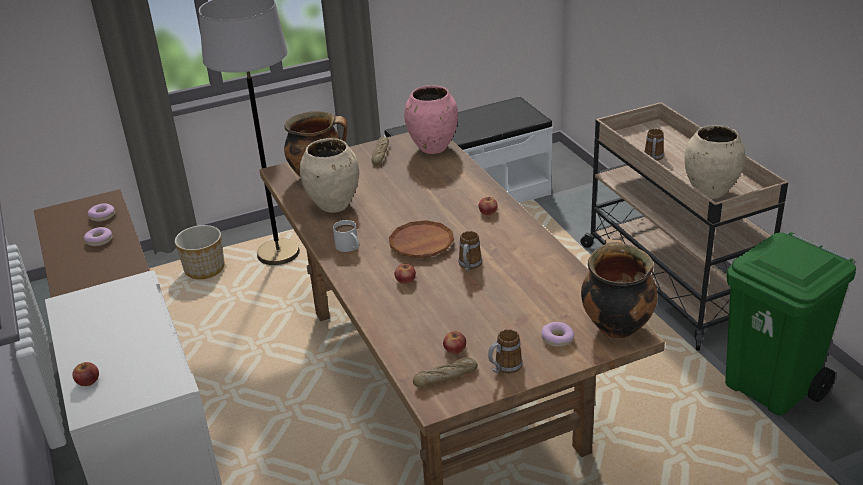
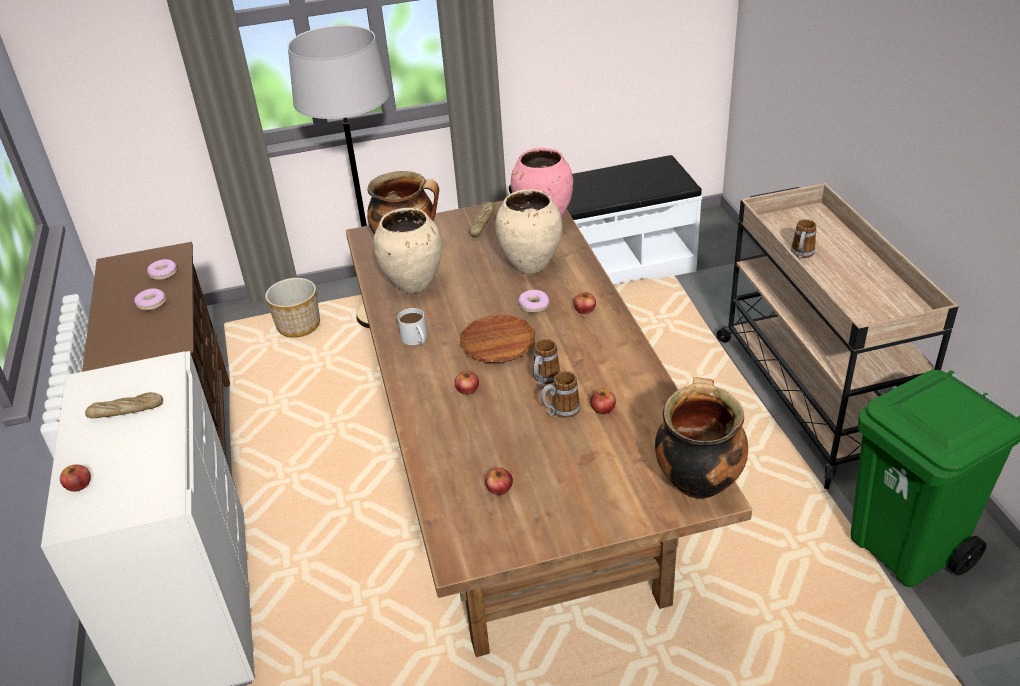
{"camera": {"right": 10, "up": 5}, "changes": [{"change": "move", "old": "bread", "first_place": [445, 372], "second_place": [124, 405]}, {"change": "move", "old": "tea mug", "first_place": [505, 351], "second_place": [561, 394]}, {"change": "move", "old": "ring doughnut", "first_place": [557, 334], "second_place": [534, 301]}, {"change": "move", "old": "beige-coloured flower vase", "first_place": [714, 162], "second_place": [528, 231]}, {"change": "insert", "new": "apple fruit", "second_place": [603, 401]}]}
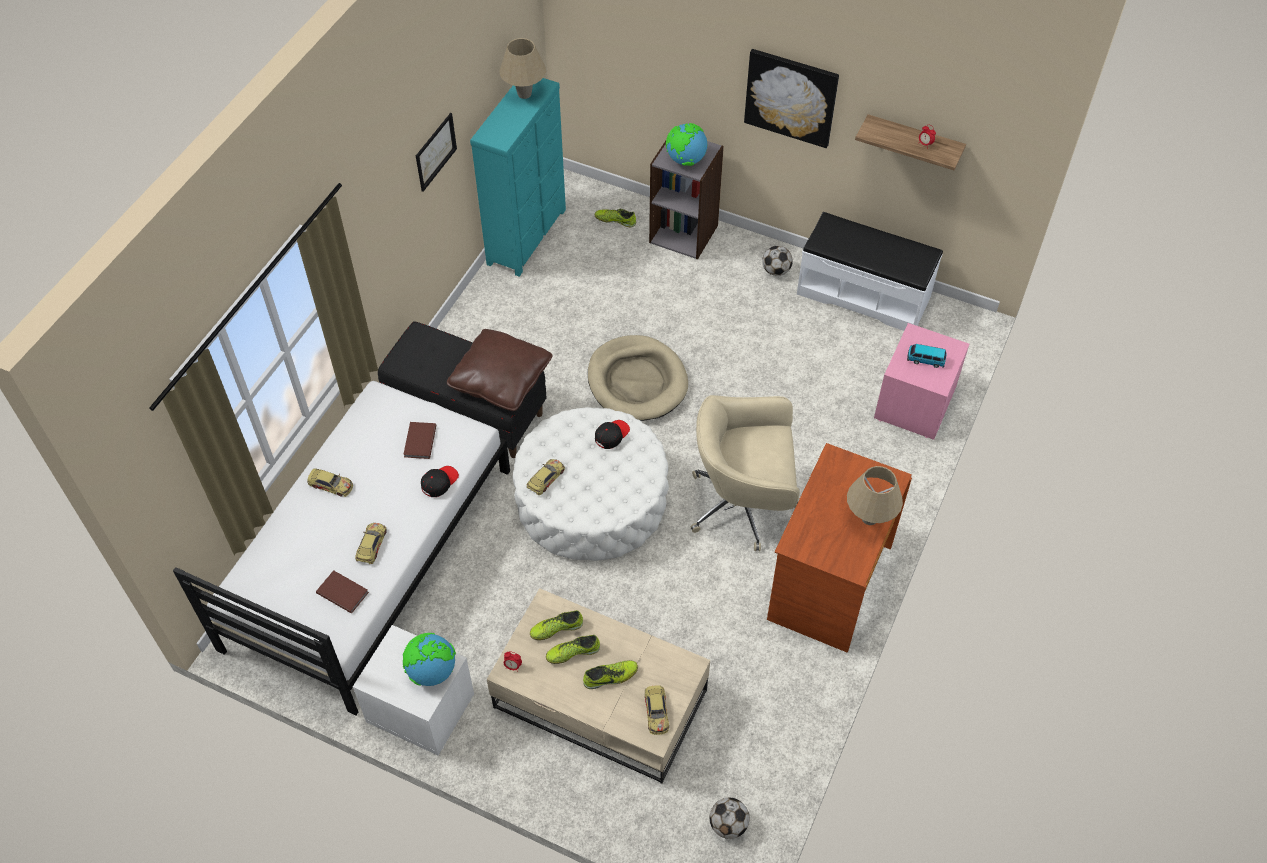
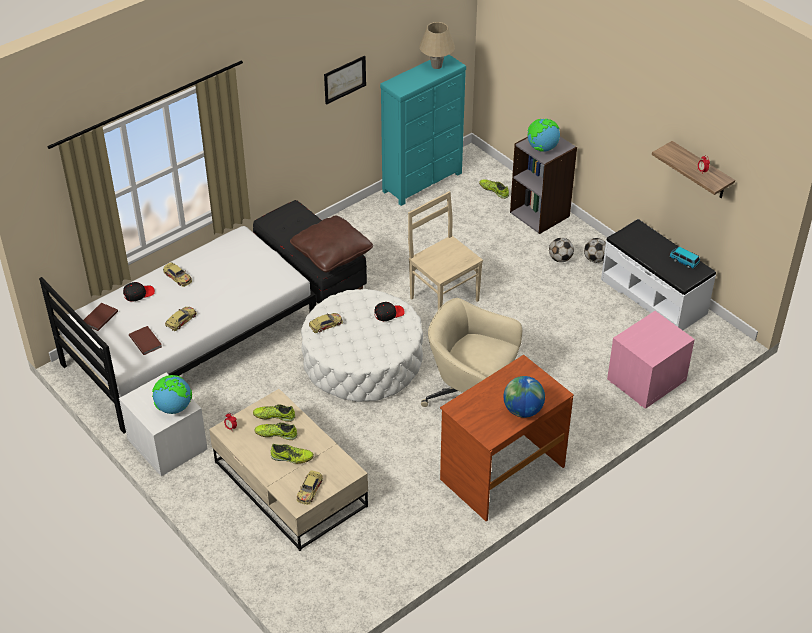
{"camera": {"right": 25, "up": -10}, "changes": [{"change": "move", "old": "brownish book", "first_place": [419, 440], "second_place": [101, 317]}, {"change": "move", "old": "black-coloured peaked cap", "first_place": [440, 481], "second_place": [139, 292]}, {"change": "replace", "old": "beige-coloured pet bed", "new": "beige-coloured upright chair", "first_place": [638, 378], "second_place": [445, 250]}, {"change": "move", "old": "ball for football", "first_place": [729, 818], "second_place": [561, 250]}, {"change": "delete", "old": "wall picture", "first_place": [791, 98]}, {"change": "replace", "old": "beige-coloured lamp for a table", "new": "globe", "first_place": [875, 495], "second_place": [524, 397]}, {"change": "move", "old": "miniature car", "first_place": [926, 356], "second_place": [684, 258]}]}
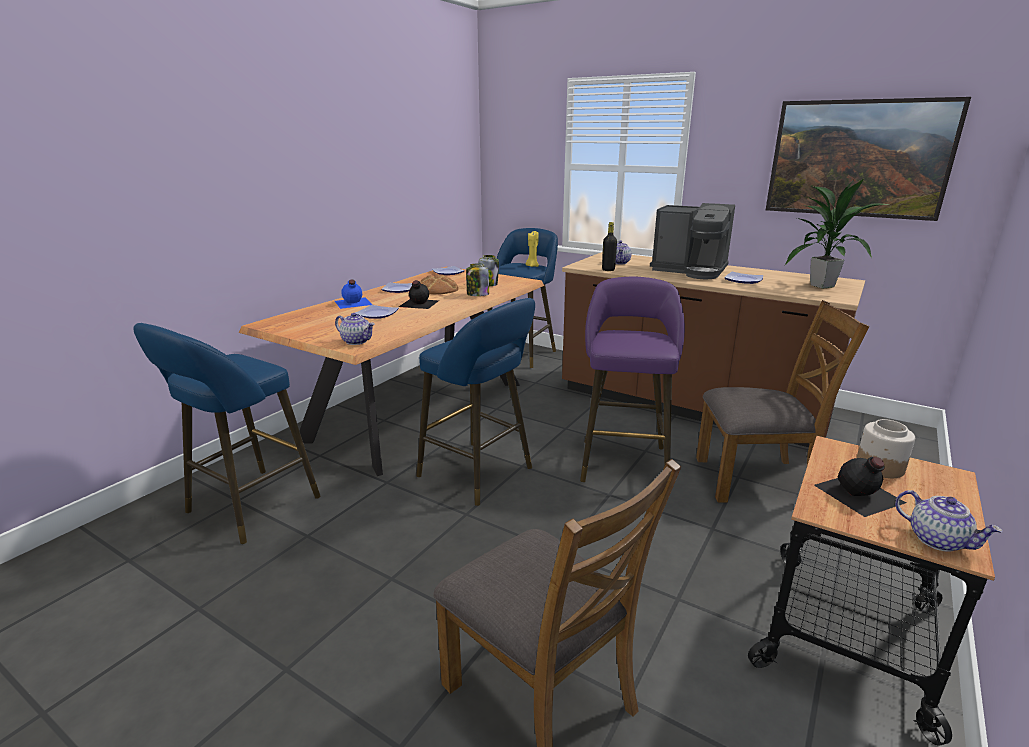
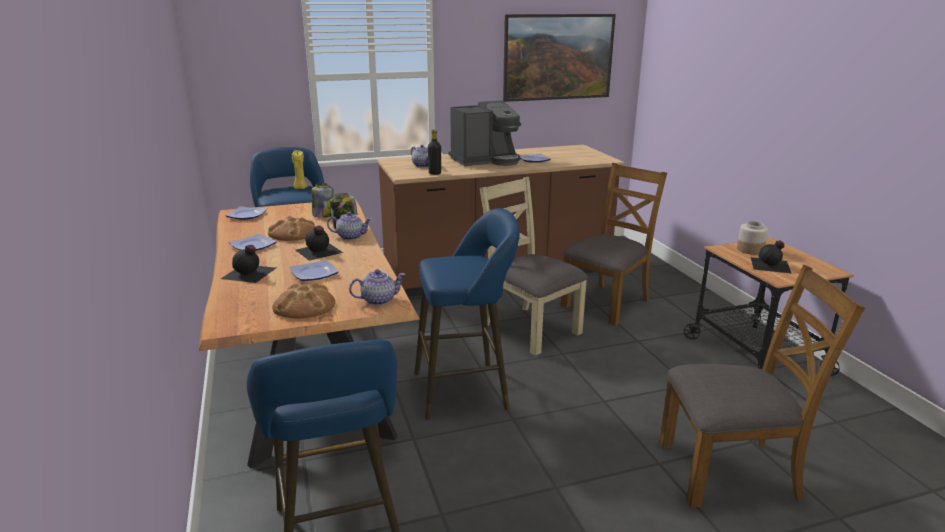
{"camera": {"right": -50, "up": 0}, "changes": [{"change": "recolor", "old": "blue-coloured beverage bottle", "new": "black-coloured beverage bottle", "first_place": [353, 294], "second_place": [248, 264]}, {"change": "replace", "old": "purplish stool", "new": "beige-coloured upright chair", "first_place": [632, 379], "second_place": [533, 266]}, {"change": "delete", "old": "houseplant", "first_place": [837, 233]}, {"change": "move", "old": "tea pot", "first_place": [949, 521], "second_place": [349, 226]}, {"change": "insert", "new": "bread", "second_place": [303, 301]}]}
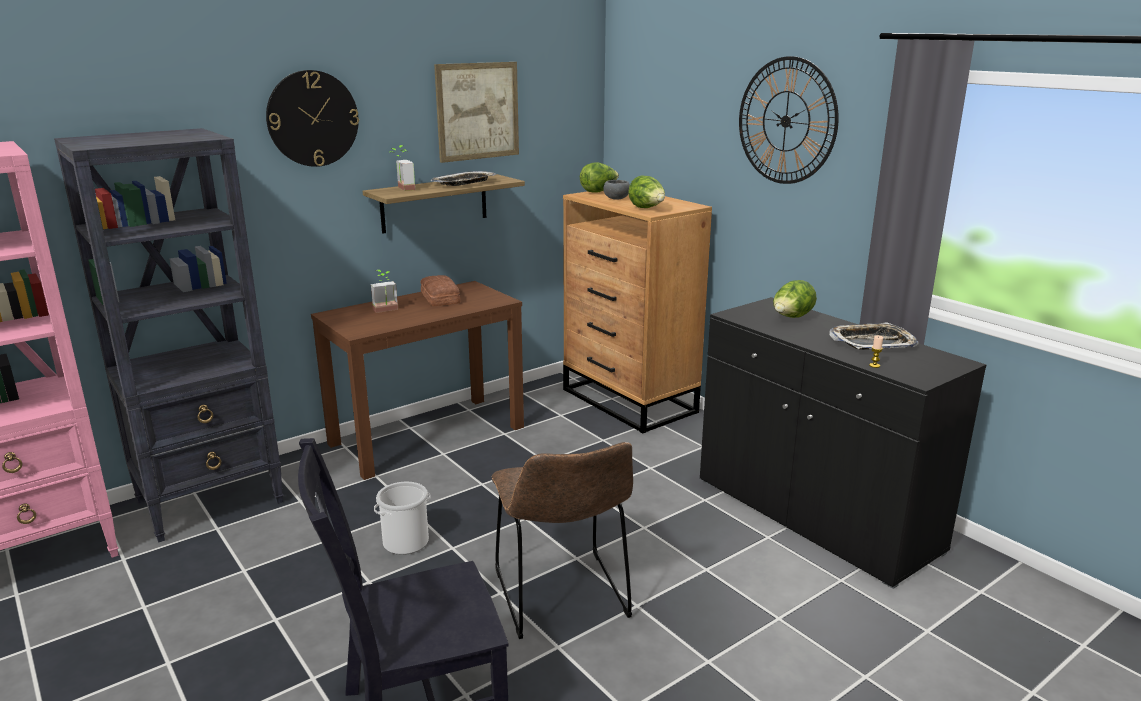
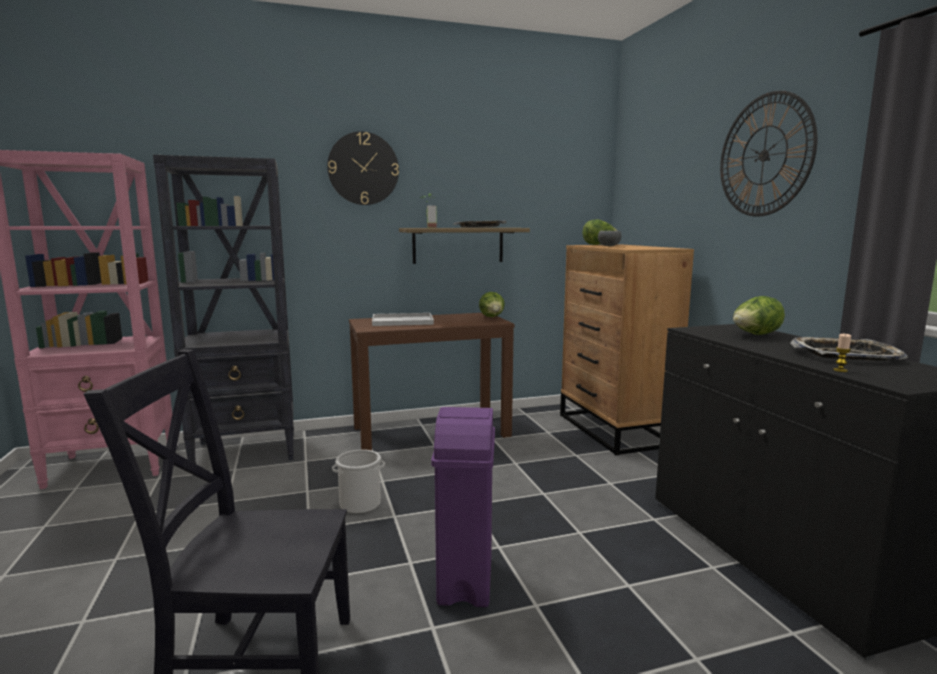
{"camera": {"right": 20, "up": -10}, "changes": [{"change": "replace", "old": "houseplant", "new": "white carrying tray", "first_place": [384, 291], "second_place": [403, 319]}, {"change": "delete", "old": "bread", "first_place": [440, 290]}, {"change": "delete", "old": "wall picture", "first_place": [476, 112]}, {"change": "replace", "old": "brownish upright chair", "new": "purplish trash can", "first_place": [562, 540], "second_place": [463, 507]}, {"change": "move", "old": "head of lettuce", "first_place": [646, 192], "second_place": [492, 304]}]}
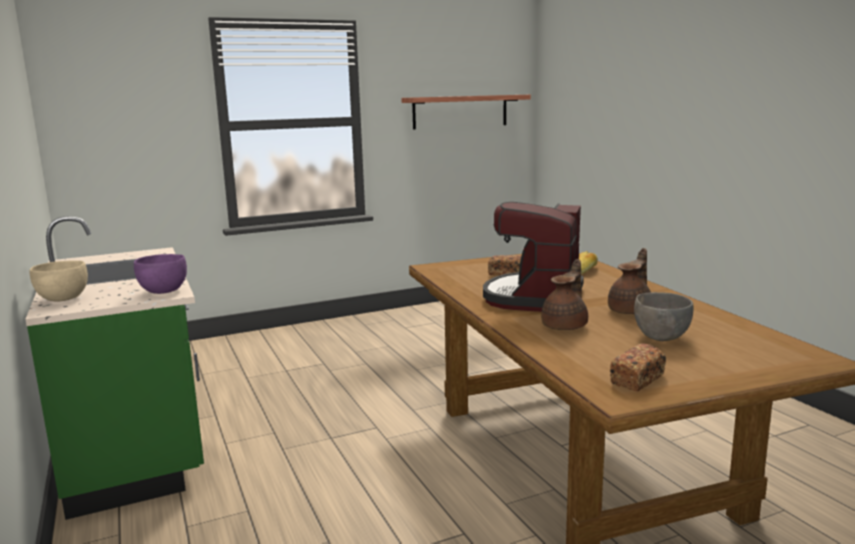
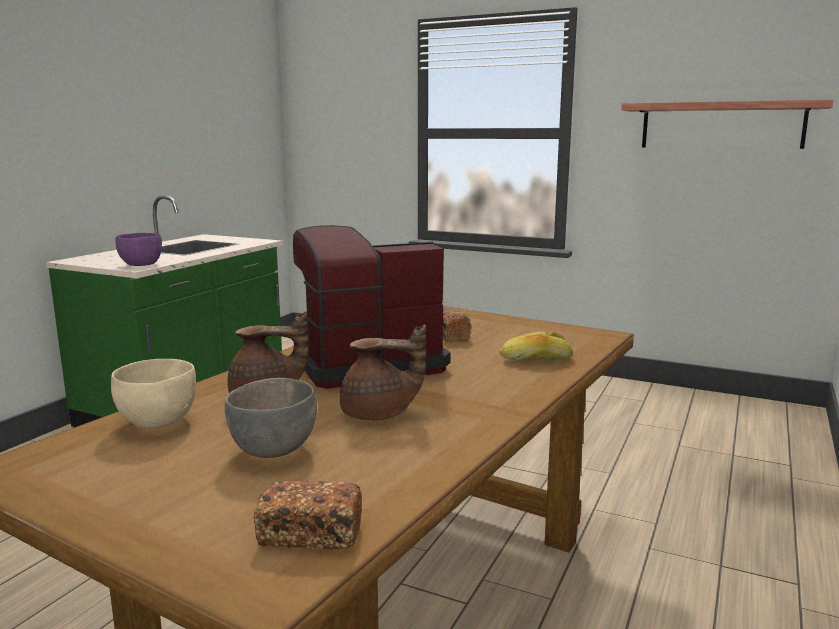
{"camera": {"right": 50, "up": 0}, "changes": [{"change": "move", "old": "beige-coloured deep dish", "first_place": [59, 281], "second_place": [153, 394]}, {"change": "move", "old": "bread", "first_place": [638, 367], "second_place": [308, 515]}]}
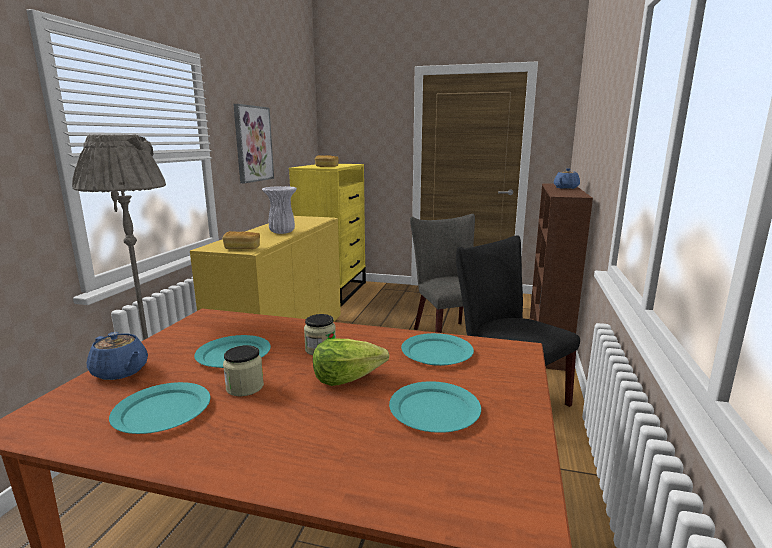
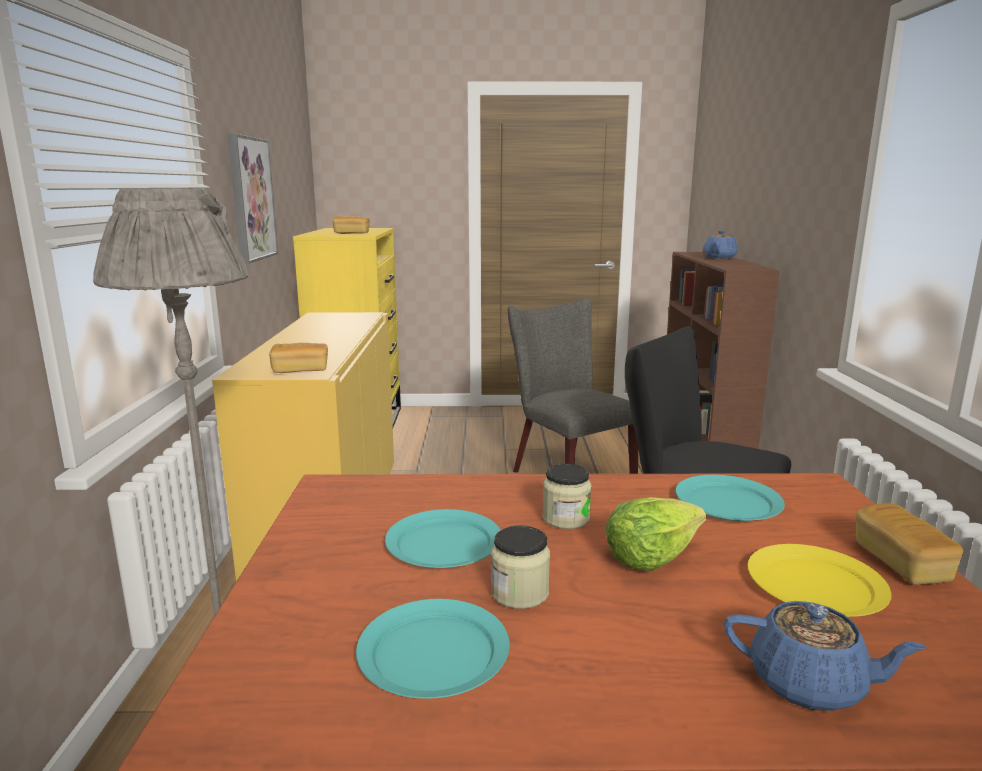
{"camera": {"right": -15, "up": 0}, "changes": [{"change": "move", "old": "blue-coloured tea pot", "first_place": [117, 356], "second_place": [825, 656]}, {"change": "delete", "old": "white flower vase", "first_place": [279, 210]}, {"change": "recolor", "old": "turquoise dinner plate", "new": "yellow-coloured dinner plate", "first_place": [435, 407], "second_place": [819, 580]}, {"change": "insert", "new": "bread", "second_place": [909, 543]}]}
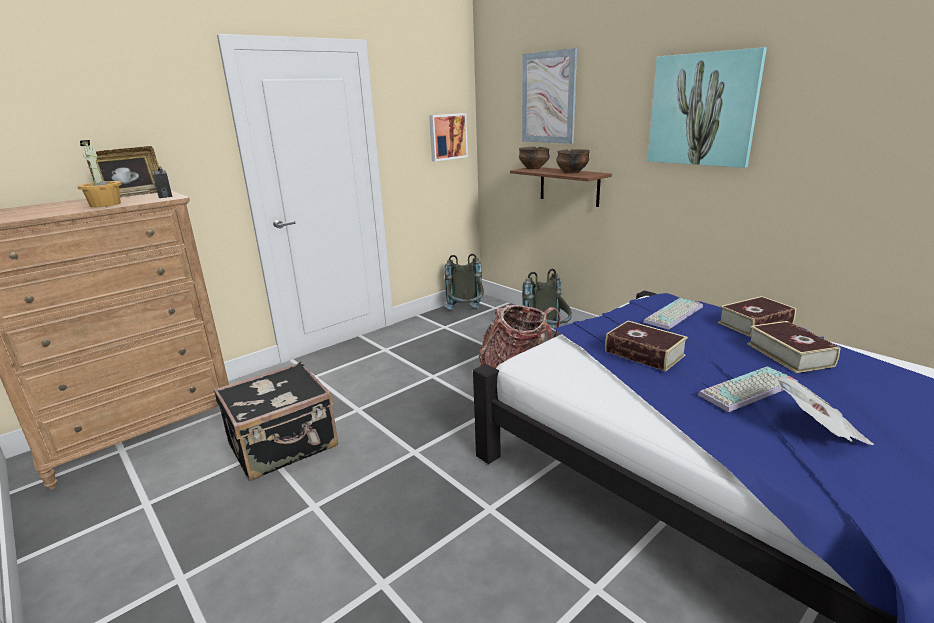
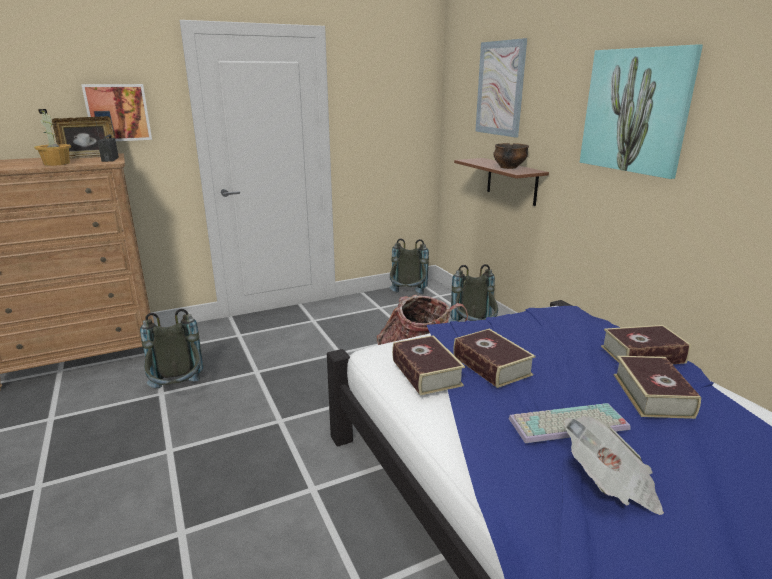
{"camera": {"right": 15, "up": 0}, "changes": [{"change": "replace", "old": "black-coloured piece of luggage", "new": "grey backpack", "first_place": [275, 421], "second_place": [171, 348]}, {"change": "move", "old": "wall picture", "first_place": [448, 137], "second_place": [116, 112]}, {"change": "delete", "old": "deep dish", "first_place": [534, 158]}, {"change": "delete", "old": "keyboard", "first_place": [673, 314]}, {"change": "insert", "new": "book", "second_place": [428, 365]}]}
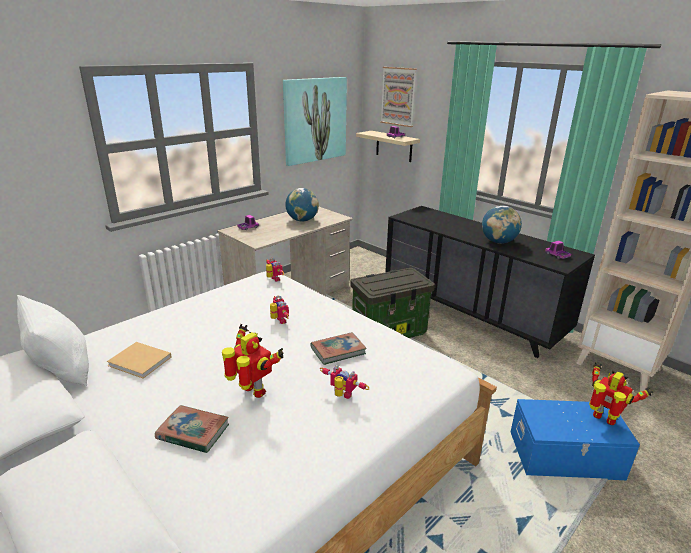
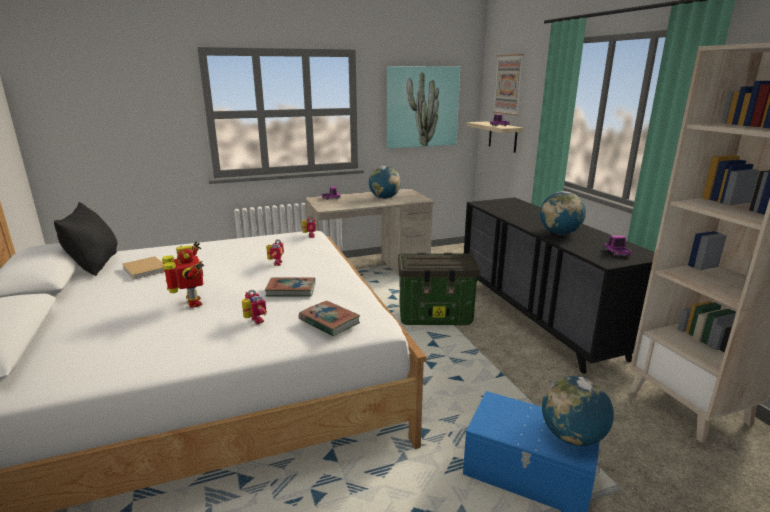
{"camera": {"right": 25, "up": -5}, "changes": [{"change": "recolor", "old": "white pillow", "new": "black-coloured pillow", "first_place": [53, 340], "second_place": [85, 239]}, {"change": "move", "old": "book", "first_place": [192, 429], "second_place": [329, 318]}, {"change": "replace", "old": "toy robot", "new": "globe", "first_place": [621, 393], "second_place": [578, 411]}]}
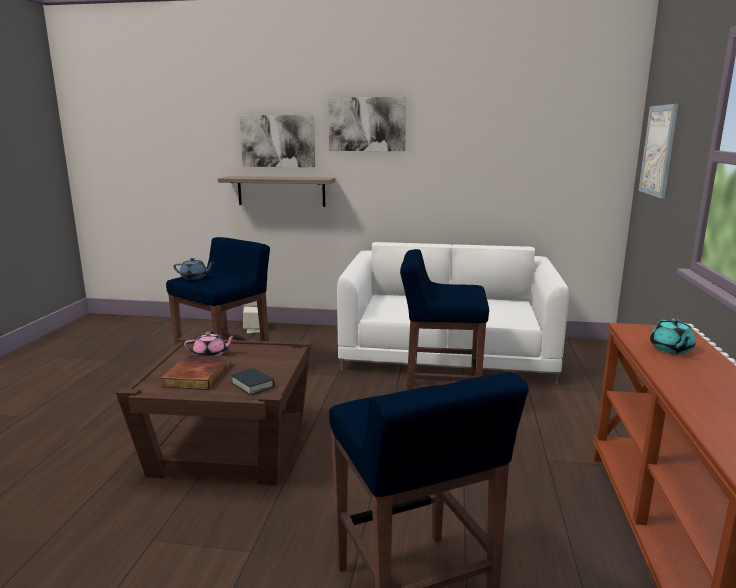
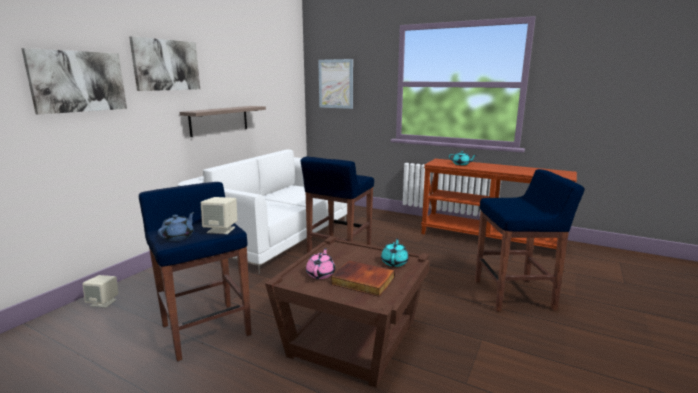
{"camera": {"right": -70, "up": 0}, "changes": [{"change": "move", "old": "bracket shelf", "first_place": [277, 191], "second_place": [222, 121]}, {"change": "replace", "old": "book", "new": "turquoise tea pot", "first_place": [252, 381], "second_place": [395, 252]}, {"change": "insert", "new": "beige-coloured audio speaker", "second_place": [219, 215]}]}
